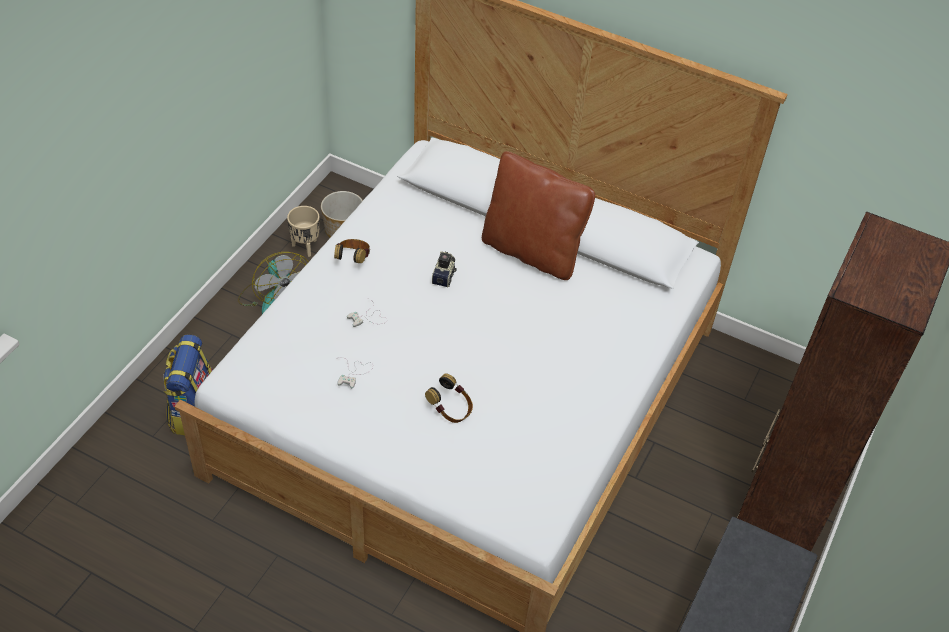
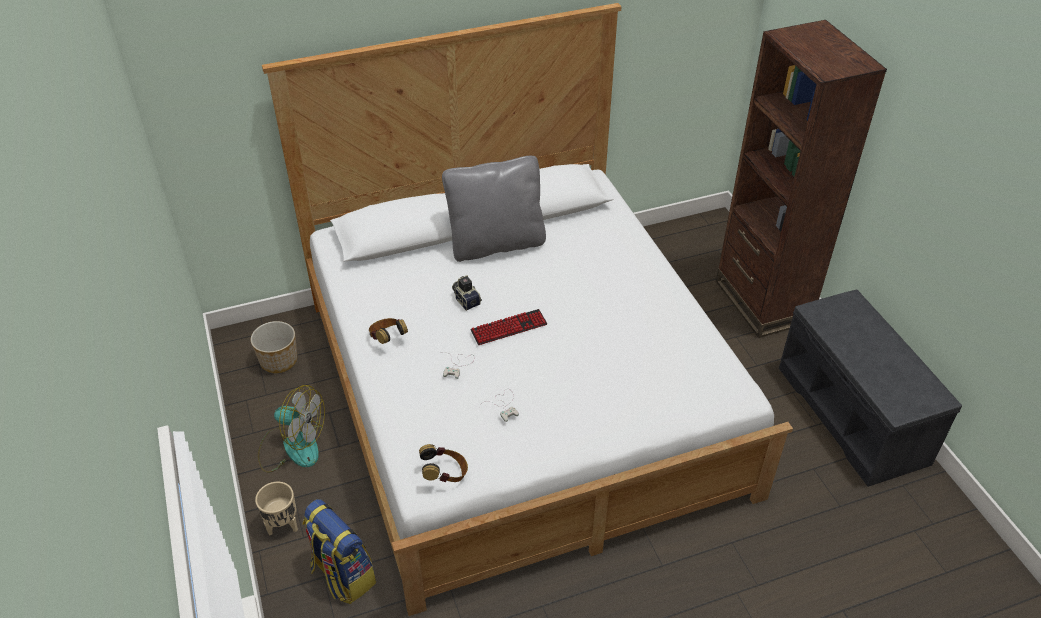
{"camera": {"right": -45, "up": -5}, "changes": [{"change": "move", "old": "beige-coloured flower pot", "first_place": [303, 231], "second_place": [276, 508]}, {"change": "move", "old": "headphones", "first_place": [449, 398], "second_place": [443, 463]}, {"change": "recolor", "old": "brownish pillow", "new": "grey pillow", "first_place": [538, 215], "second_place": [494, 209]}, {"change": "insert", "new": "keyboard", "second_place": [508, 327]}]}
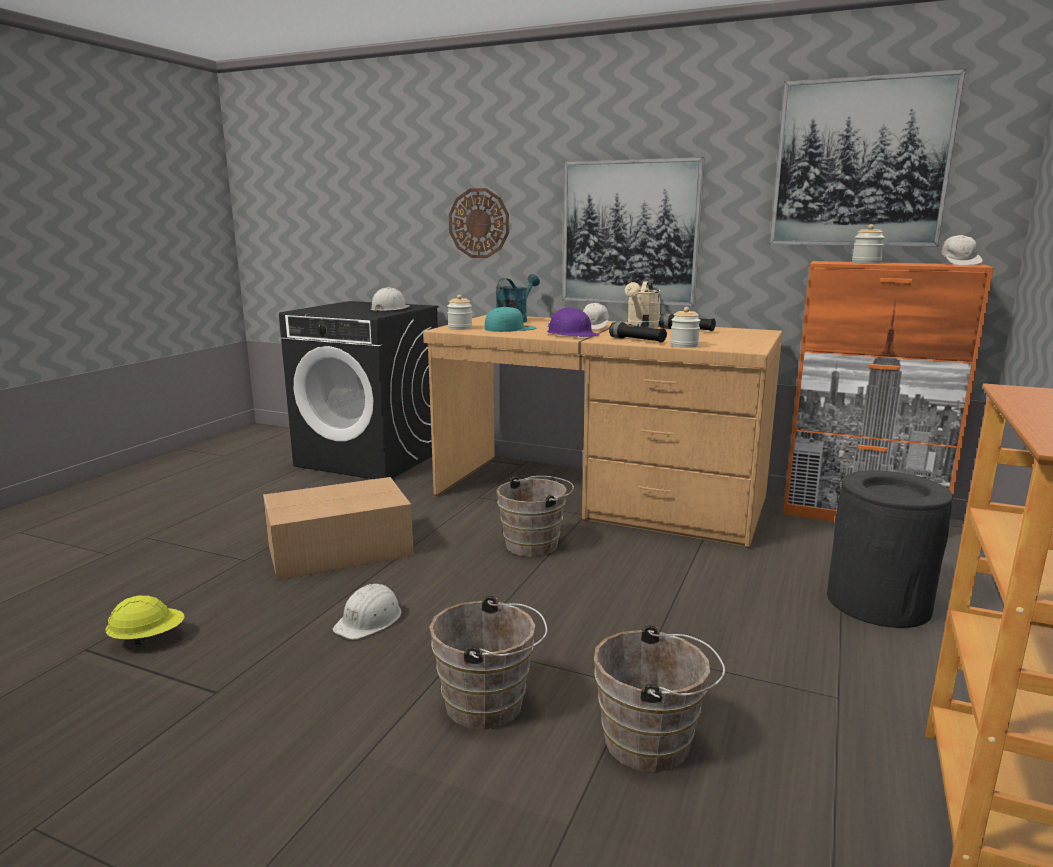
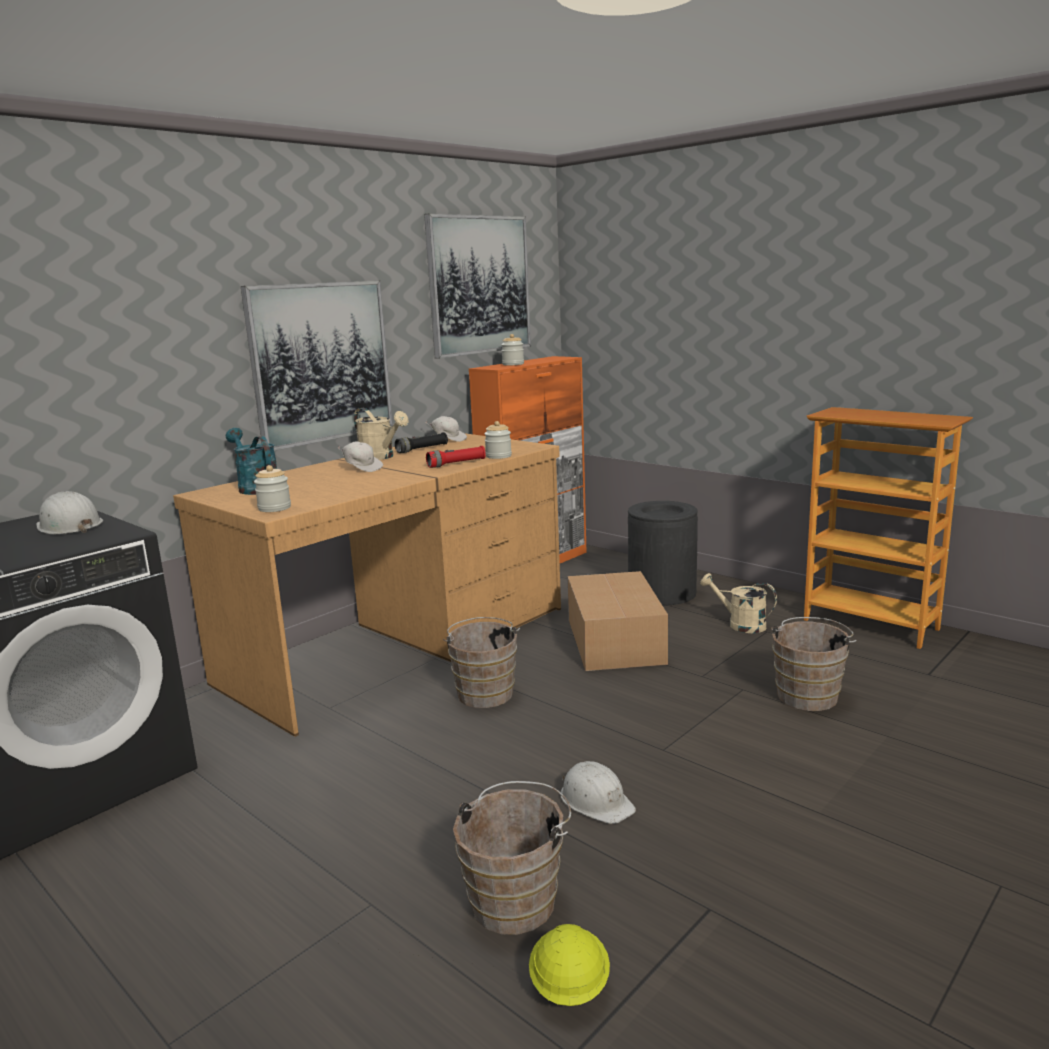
{"camera": {"right": -70, "up": 0}, "changes": [{"change": "move", "old": "packing box", "first_place": [338, 528], "second_place": [618, 621]}, {"change": "move", "old": "brownish pail", "first_place": [488, 662], "second_place": [512, 858]}, {"change": "delete", "old": "clock on the wall", "first_place": [479, 223]}, {"change": "delete", "old": "turquoise peaked cap", "first_place": [510, 319]}, {"change": "delete", "old": "purplish hard hat", "first_place": [573, 322]}, {"change": "recolor", "old": "black-coloured flashlight", "new": "red-coloured flashlight", "first_place": [638, 332], "second_place": [456, 457]}, {"change": "move", "old": "white peaked cap", "first_place": [962, 250], "second_place": [446, 429]}, {"change": "insert", "new": "beige-coloured watering pot", "second_place": [738, 603]}]}
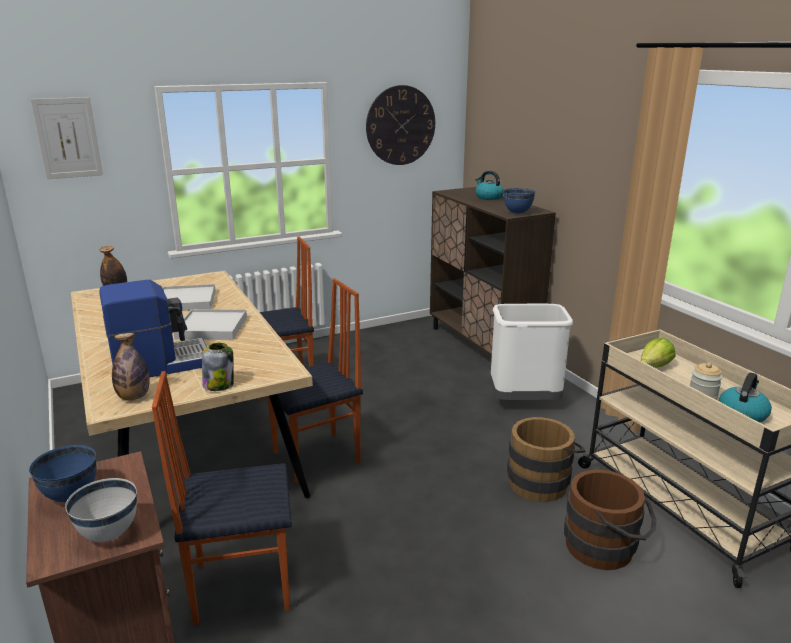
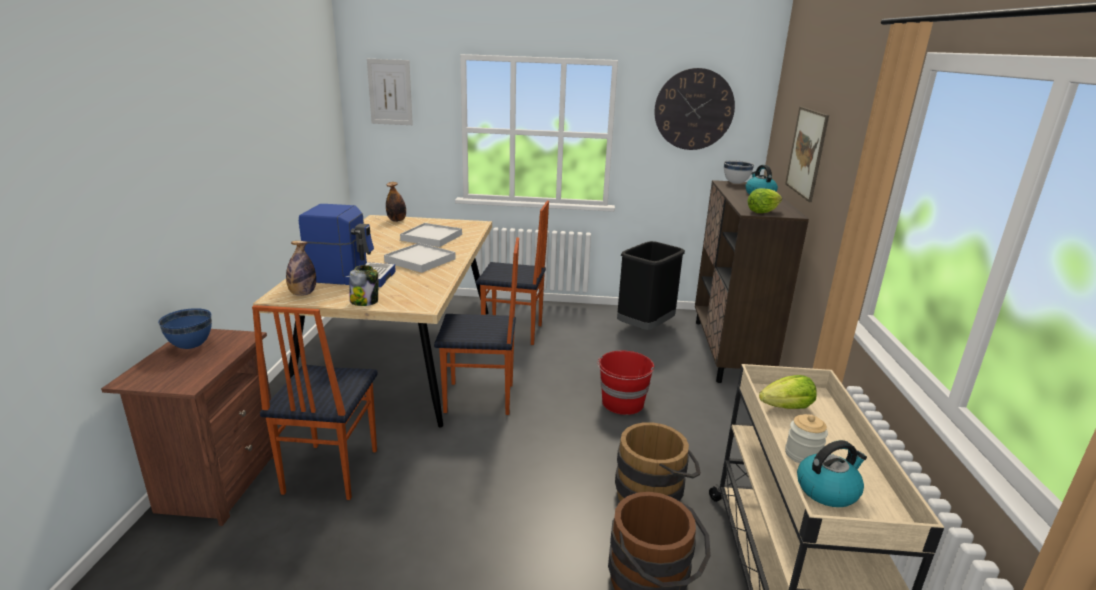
{"camera": {"right": 30, "up": 0}, "changes": [{"change": "move", "old": "white deep dish", "first_place": [101, 510], "second_place": [739, 172]}, {"change": "rotate", "old": "upright chair", "first_place": [222, 498], "second_place": [315, 402], "degrees": -105}, {"change": "delete", "old": "white trash can", "first_place": [531, 352]}, {"change": "replace", "old": "blue-coloured deep dish", "new": "head of lettuce", "first_place": [519, 201], "second_place": [764, 200]}, {"change": "insert", "new": "red-coloured pail", "second_place": [625, 383]}, {"change": "insert", "new": "black-coloured trash can", "second_place": [651, 285]}, {"change": "insert", "new": "wall picture", "second_place": [807, 154]}]}
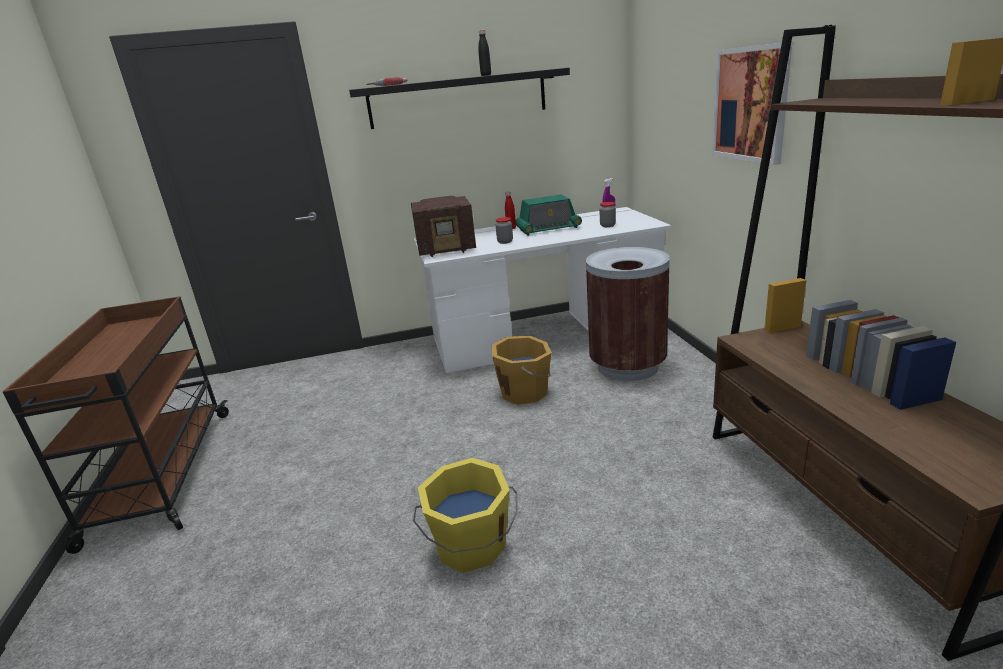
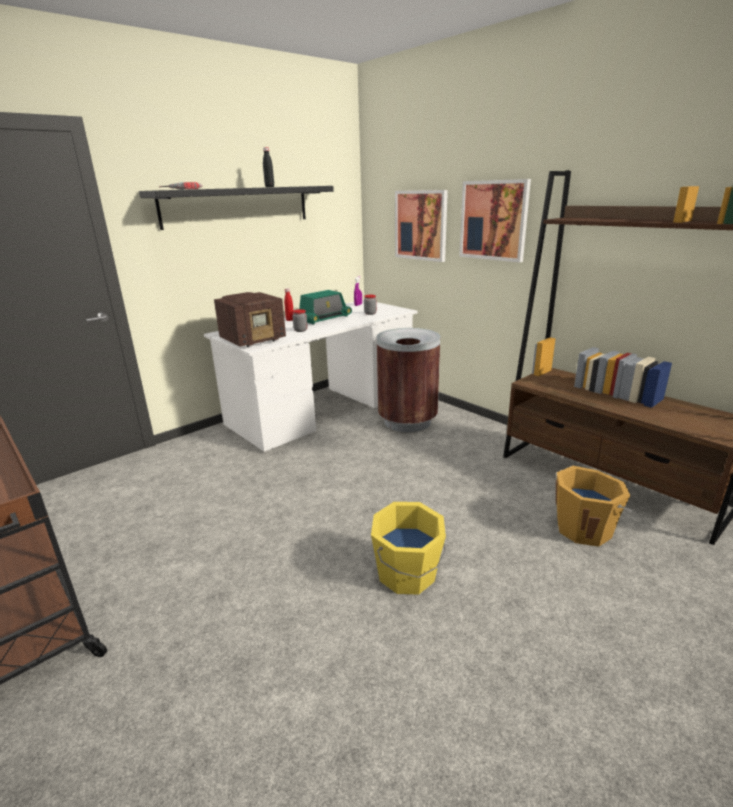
{"camera": {"right": -30, "up": 0}, "changes": [{"change": "move", "old": "orange pail", "first_place": [521, 370], "second_place": [594, 506]}, {"change": "insert", "new": "wall picture", "second_place": [421, 226]}]}
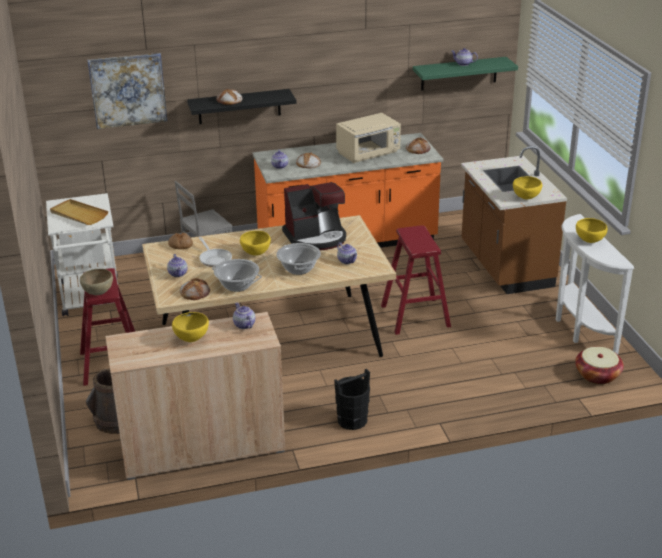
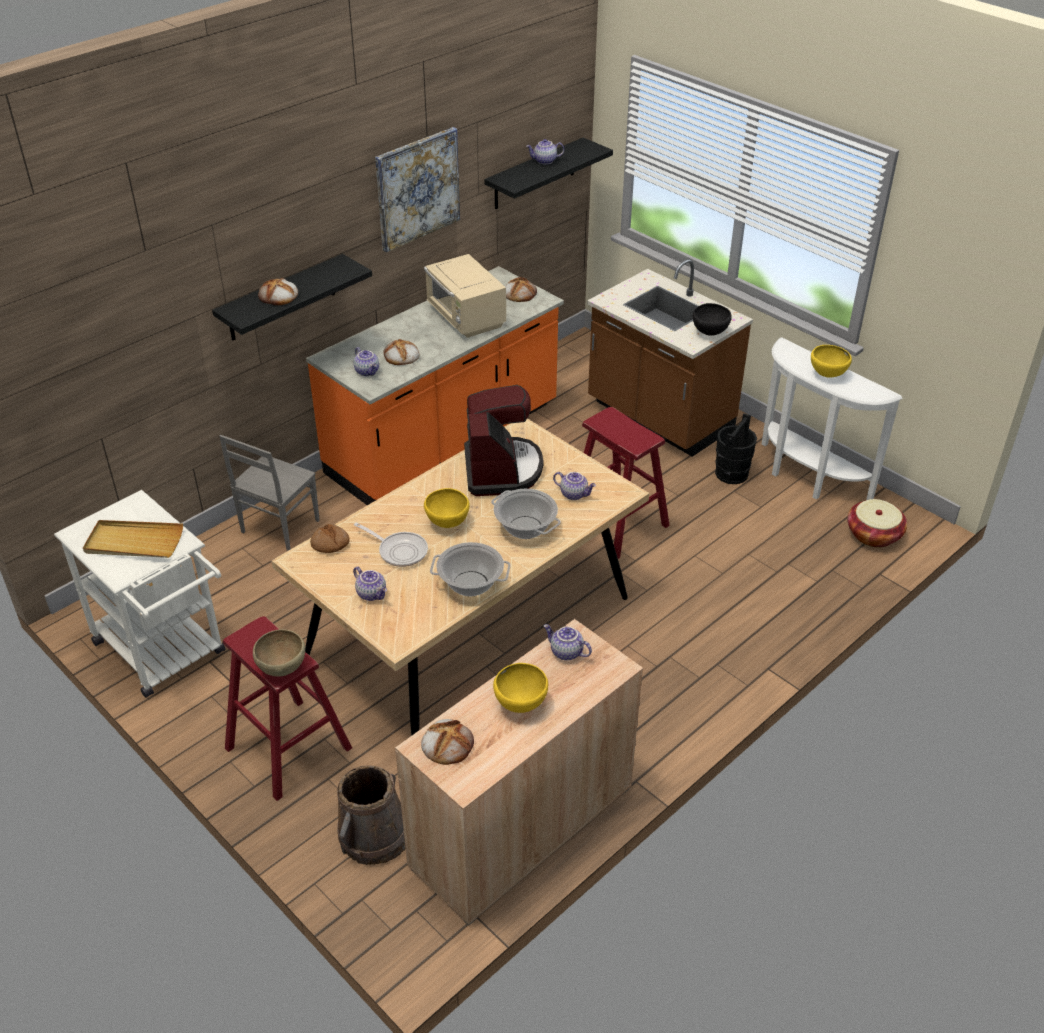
{"camera": {"right": -30, "up": 10}, "changes": [{"change": "move", "old": "wall picture", "first_place": [127, 91], "second_place": [417, 189]}, {"change": "move", "old": "bread", "first_place": [195, 289], "second_place": [447, 742]}, {"change": "rotate", "old": "coffee brewer", "first_place": [314, 216], "second_place": [503, 440], "degrees": -45}, {"change": "move", "old": "black-coloured pail", "first_place": [352, 399], "second_place": [736, 448]}, {"change": "rotate", "old": "beige-coloured microwave", "first_place": [368, 138], "second_place": [465, 296], "degrees": 120}, {"change": "recolor", "old": "greenish bracket shelf", "new": "black-coloured bracket shelf", "first_place": [465, 73], "second_place": [548, 173]}, {"change": "recolor", "old": "yellow-coloured deep dish", "new": "black-coloured deep dish", "first_place": [527, 187], "second_place": [712, 319]}]}
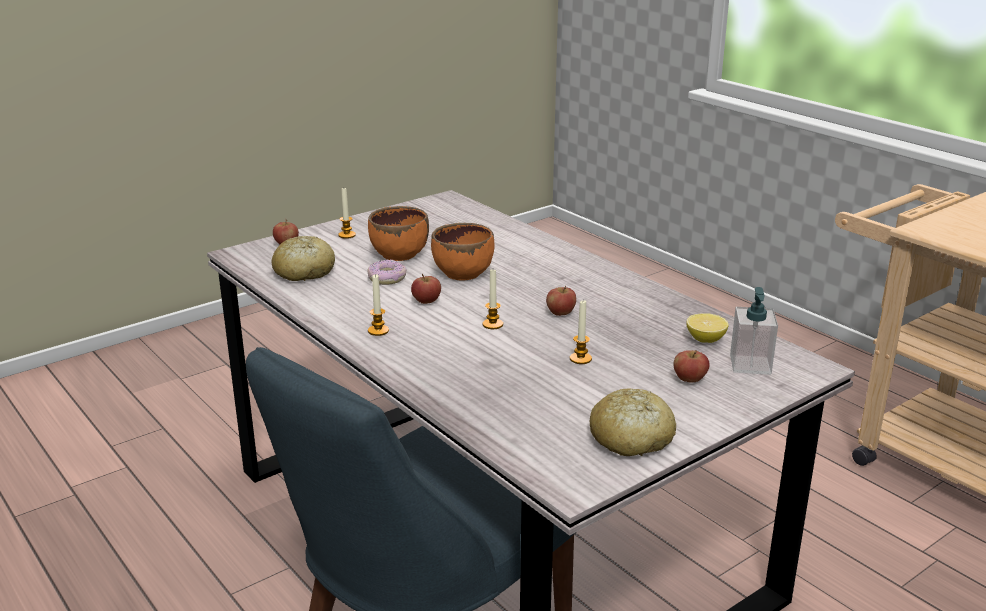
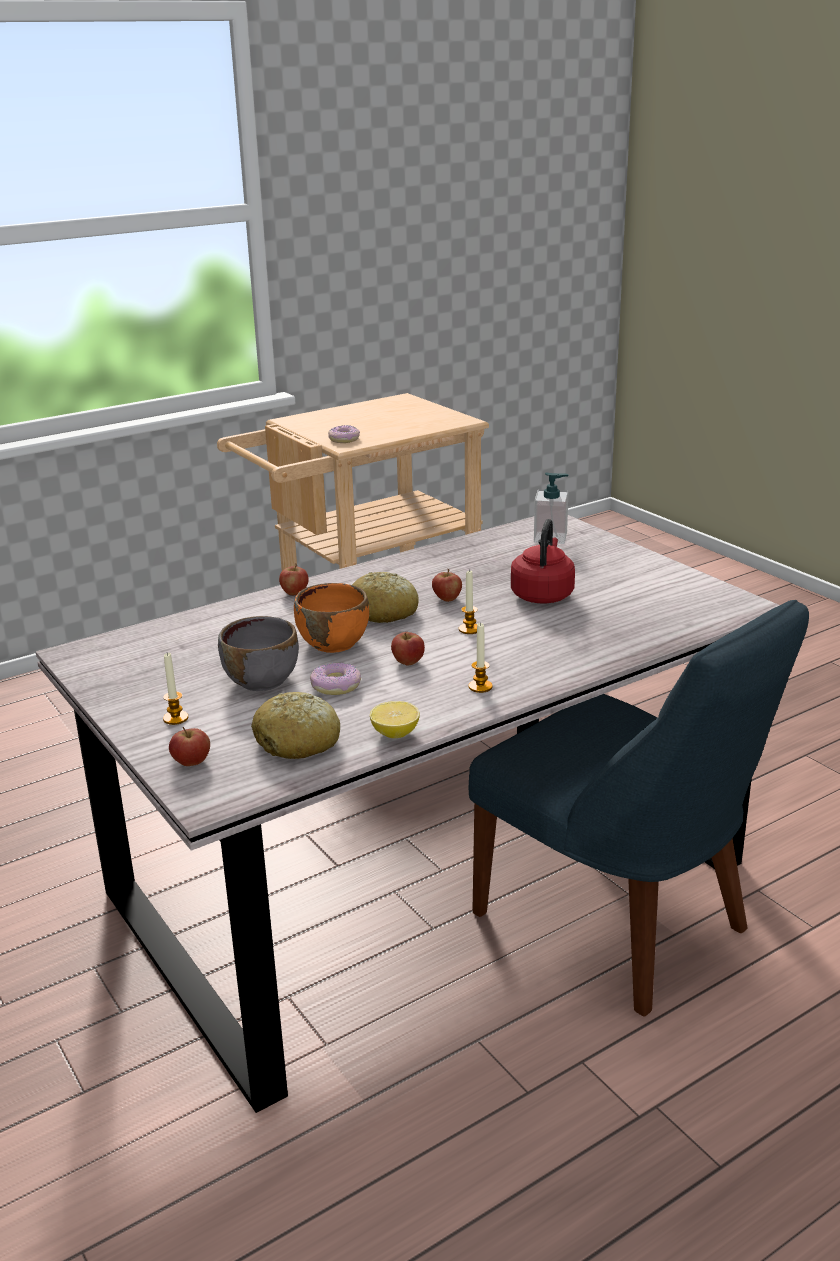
{"camera": {"right": -85, "up": 0}, "changes": [{"change": "recolor", "old": "orange deep dish", "new": "grey deep dish", "first_place": [398, 233], "second_place": [258, 653]}, {"change": "replace", "old": "wax candle", "new": "red-coloured water kettle", "first_place": [581, 332], "second_place": [543, 561]}, {"change": "move", "old": "bread", "first_place": [633, 422], "second_place": [385, 597]}, {"change": "move", "old": "apple fruit", "first_place": [691, 366], "second_place": [294, 579]}, {"change": "move", "old": "lemon", "first_place": [707, 328], "second_place": [395, 719]}, {"change": "insert", "new": "ring doughnut", "second_place": [344, 434]}]}
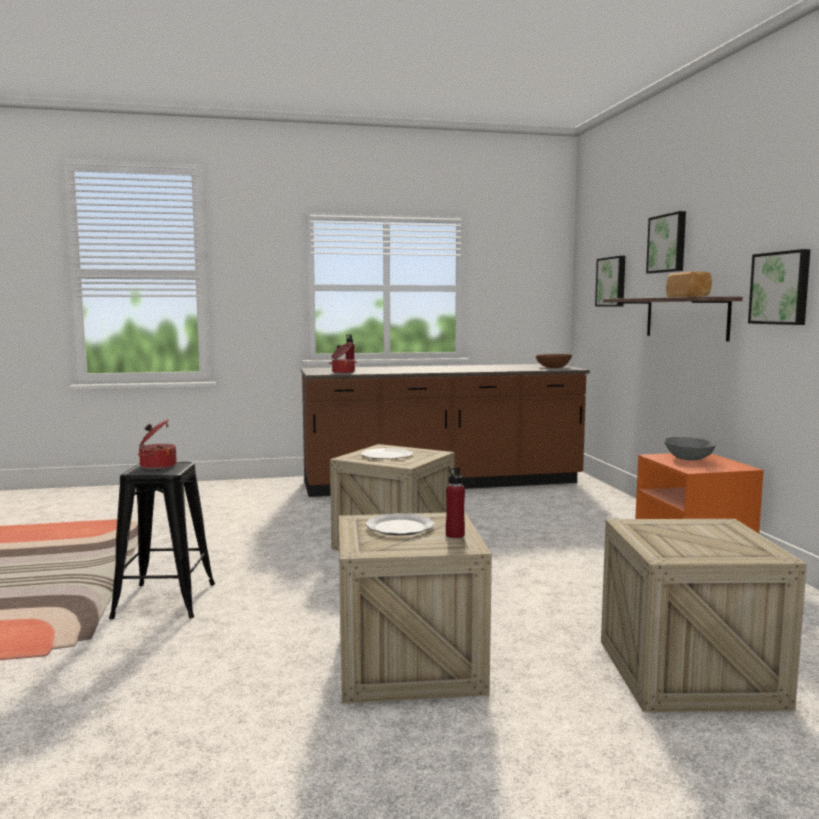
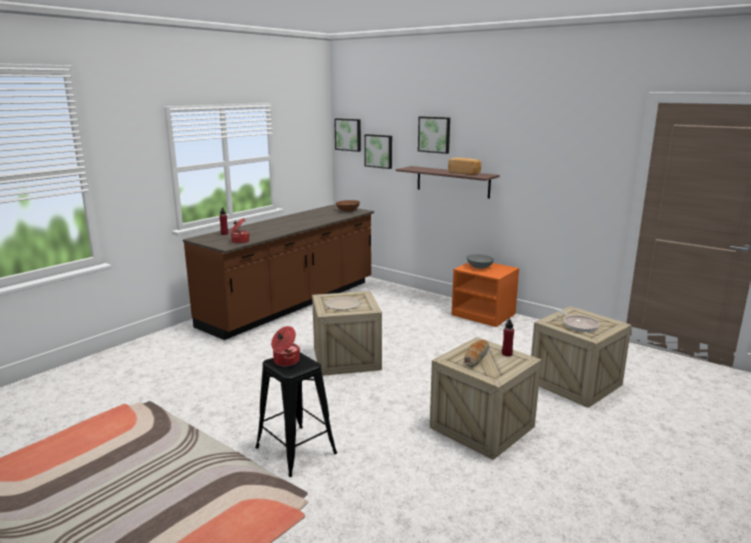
{"camera": {"right": -40, "up": 10}, "changes": [{"change": "replace", "old": "dinner plate", "new": "bread", "first_place": [400, 524], "second_place": [476, 354]}, {"change": "move", "old": "wall picture", "first_place": [779, 287], "second_place": [347, 135]}, {"change": "insert", "new": "frying pan", "second_place": [578, 320]}]}
